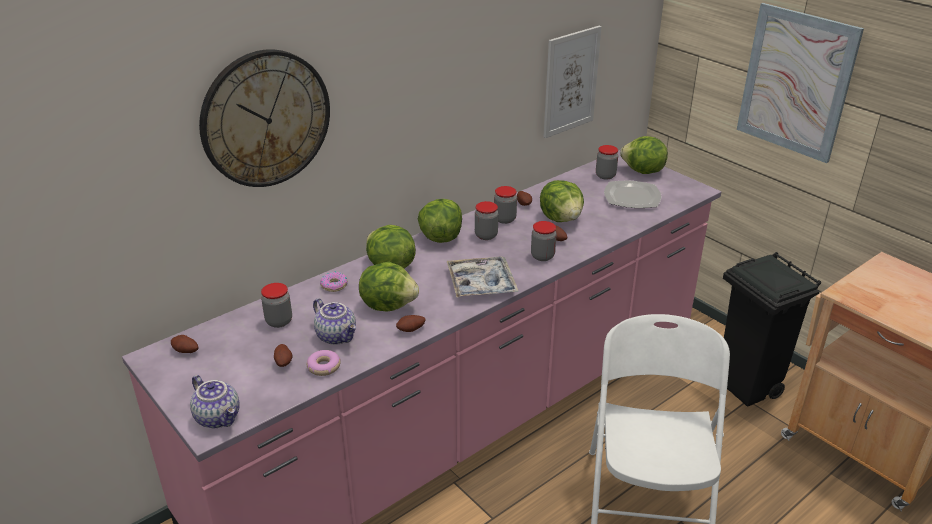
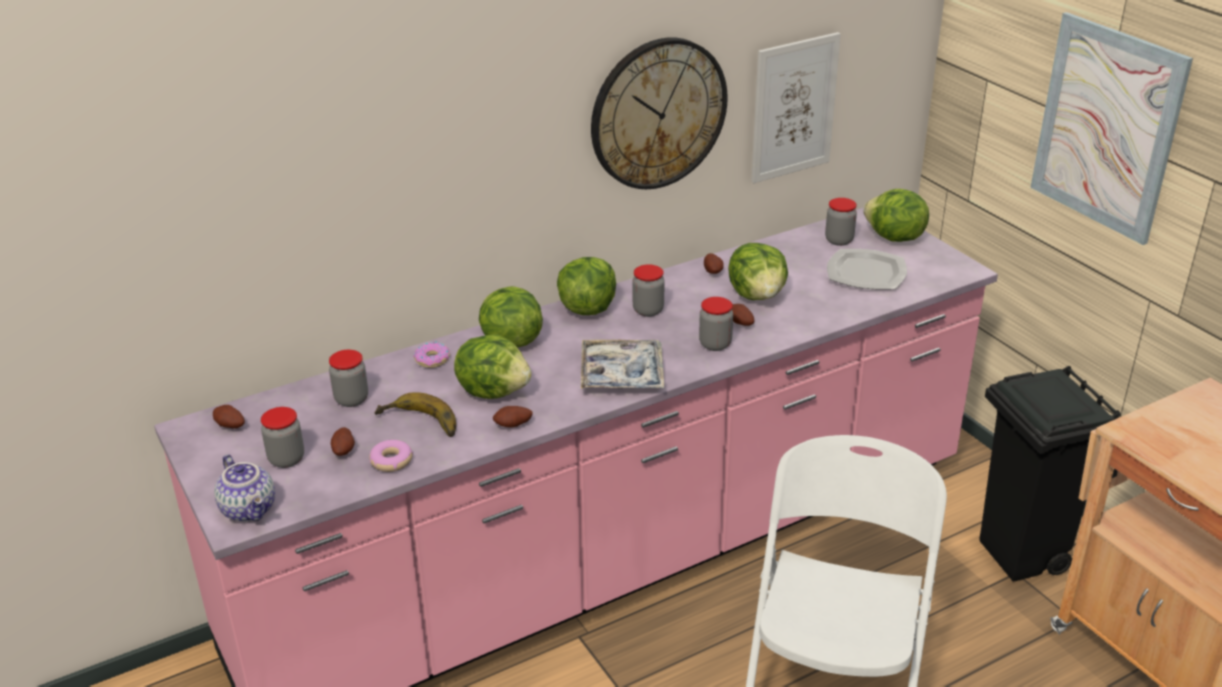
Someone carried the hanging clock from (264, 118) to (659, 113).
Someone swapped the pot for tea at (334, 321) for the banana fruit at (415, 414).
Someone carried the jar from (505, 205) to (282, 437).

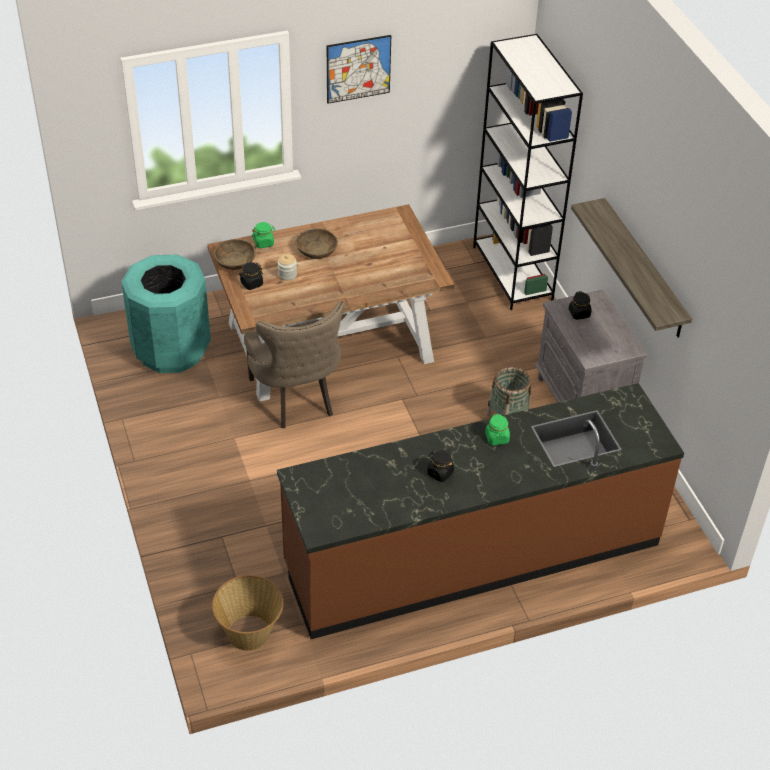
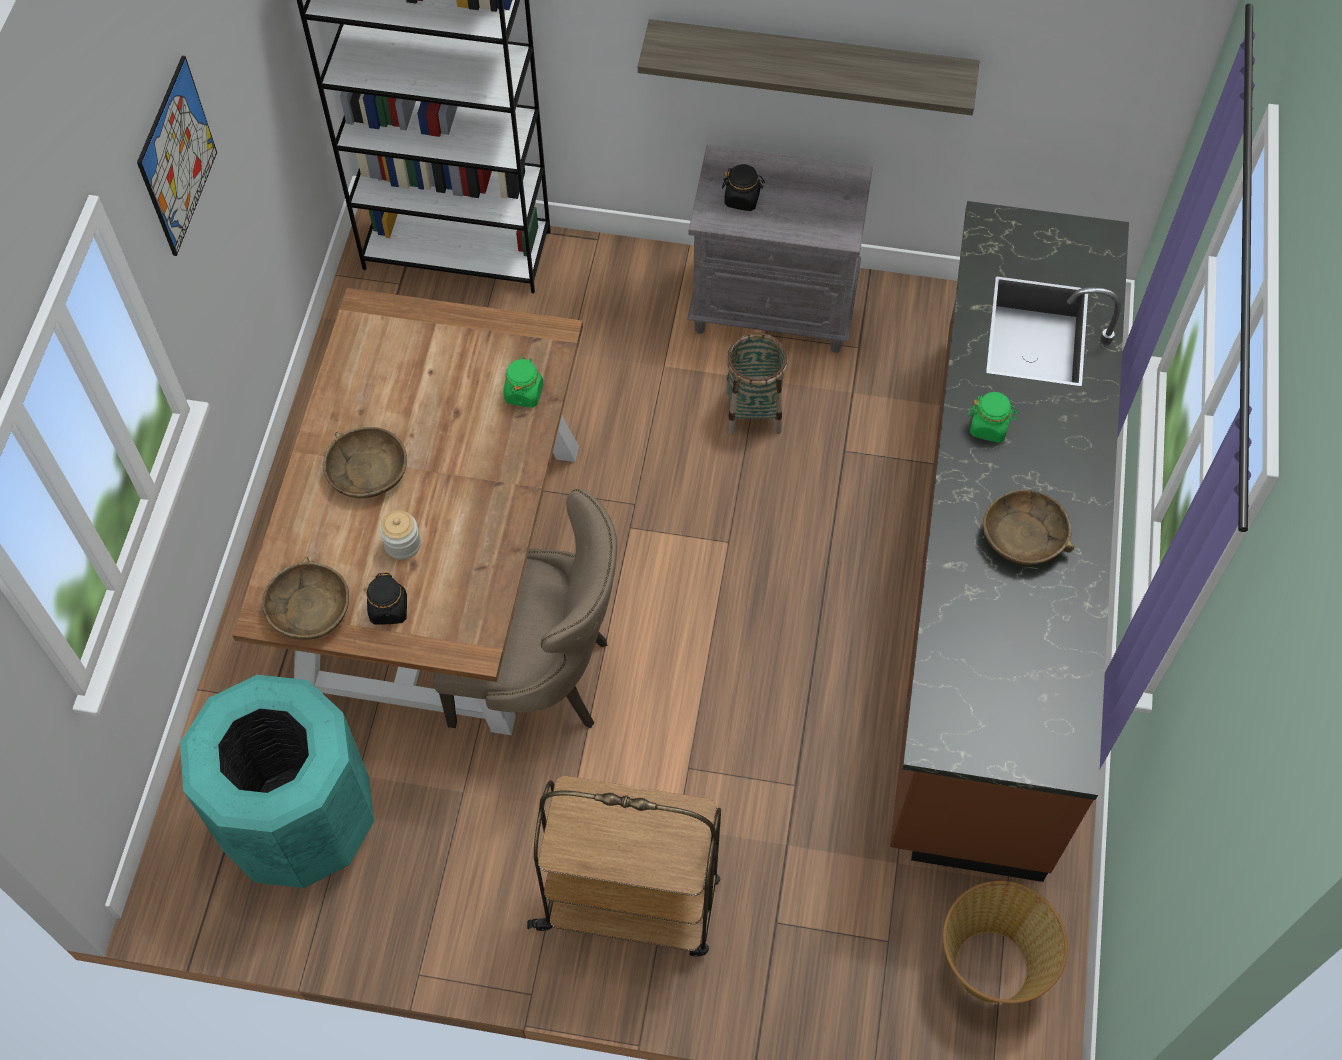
Someone carried the jar in green-coloured from (264, 235) to (523, 382).
Someone swapped the jar in black at (440, 466) for the serving bowl in brown-coloured at (1028, 527).
Someone put down the wheeled cart in brown-coloured at (624, 866).

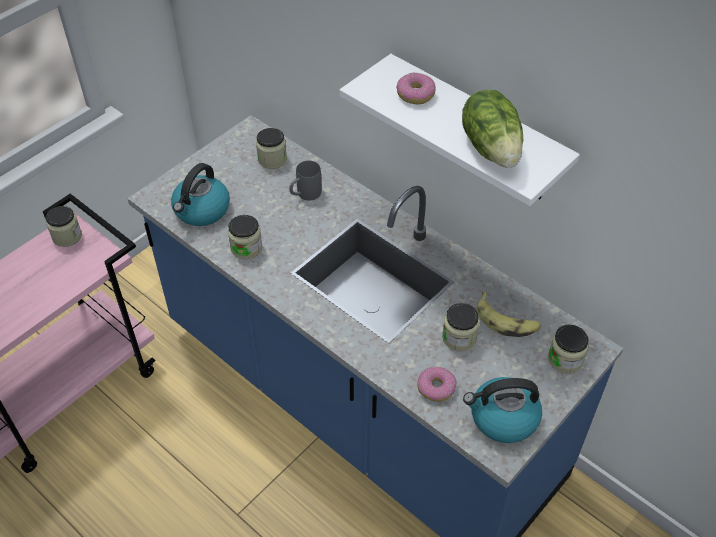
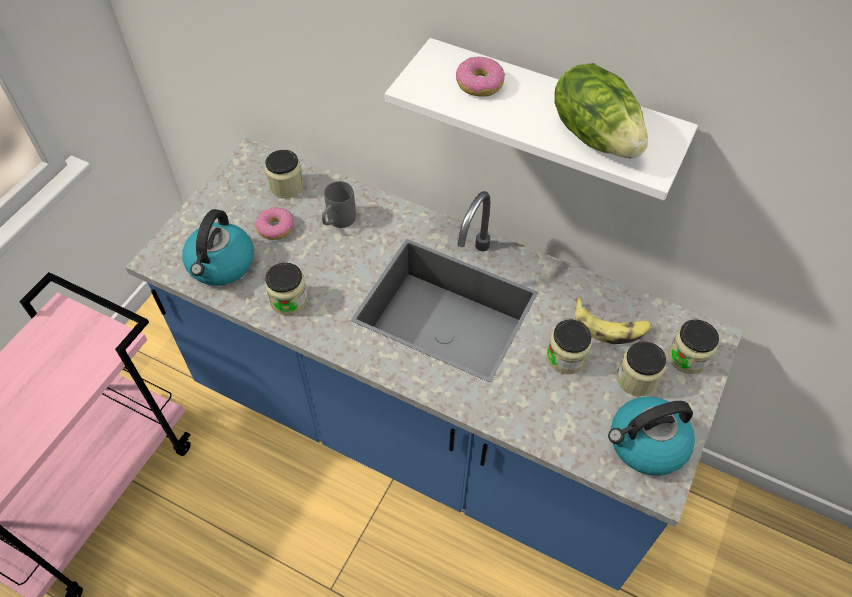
Someone carried the jar from (64, 226) to (641, 368).
Someone carried the donut from (437, 384) to (274, 223).

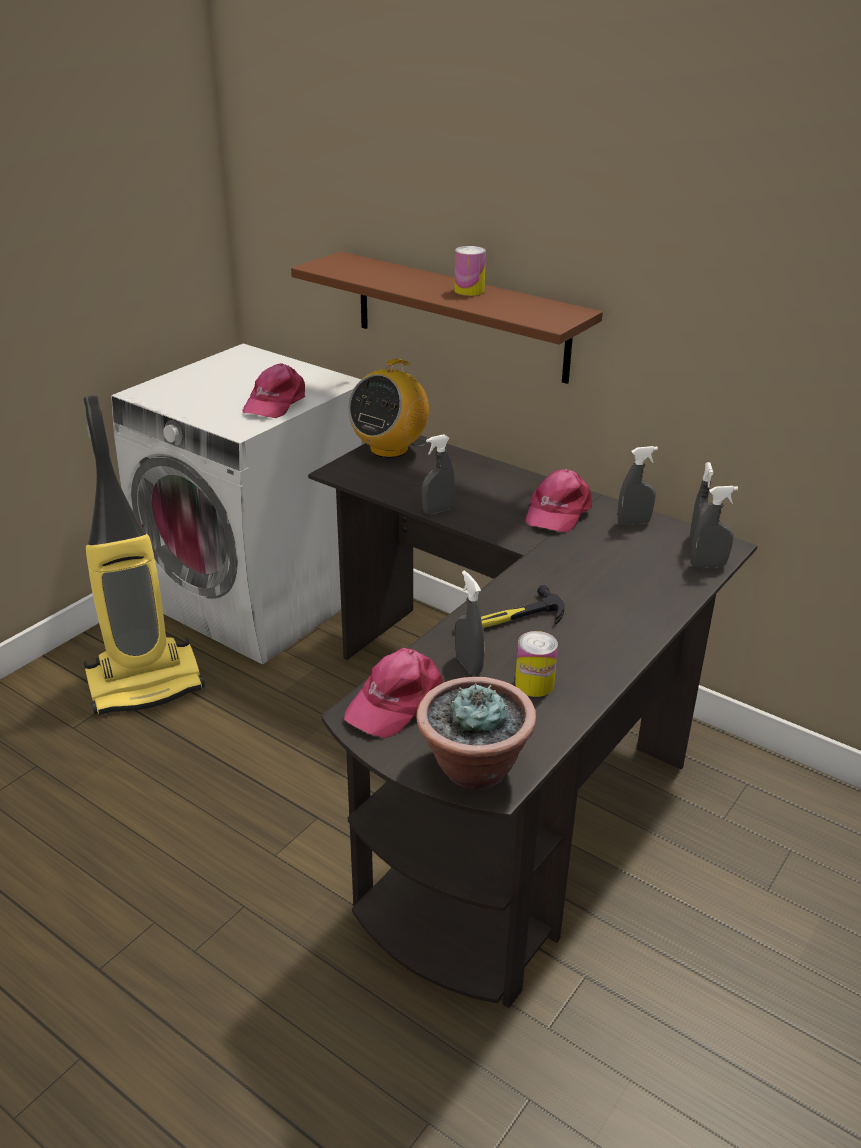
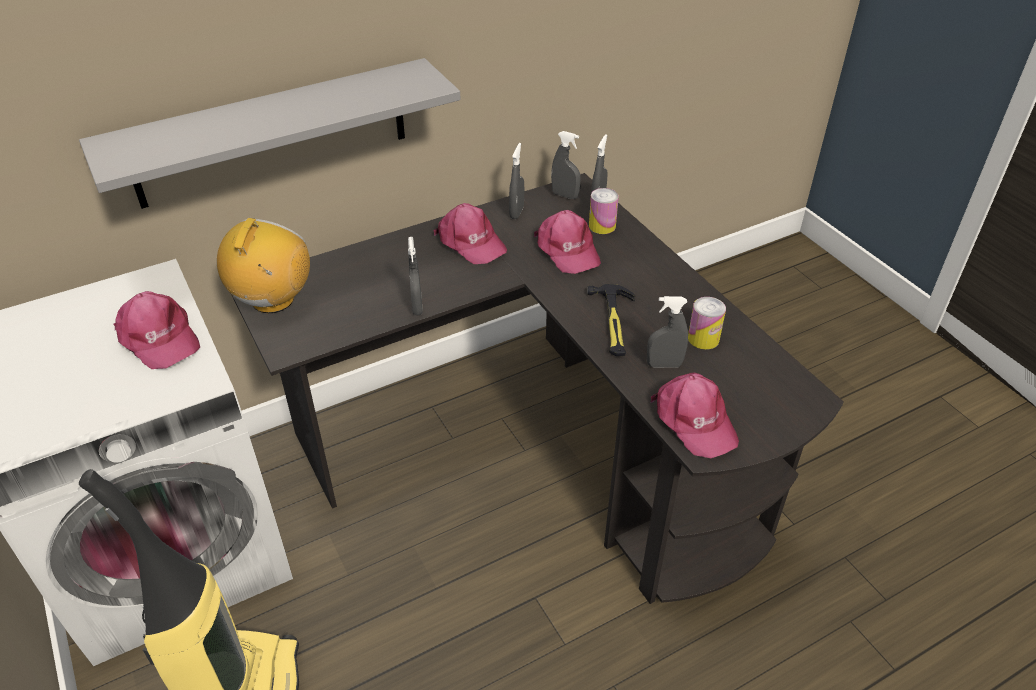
Someone repainted the wall shelf in brown-coloured at (447, 317), which became the wall shelf in gray at (270, 133).
Someone rotated the radio receiver at (388, 408) by 135 degrees counterclockwise.
Someone took away the potted plant at (476, 733).
Someone carried the metal can from (470, 271) to (604, 211).
Someone put down the cap in pink at (567, 242).

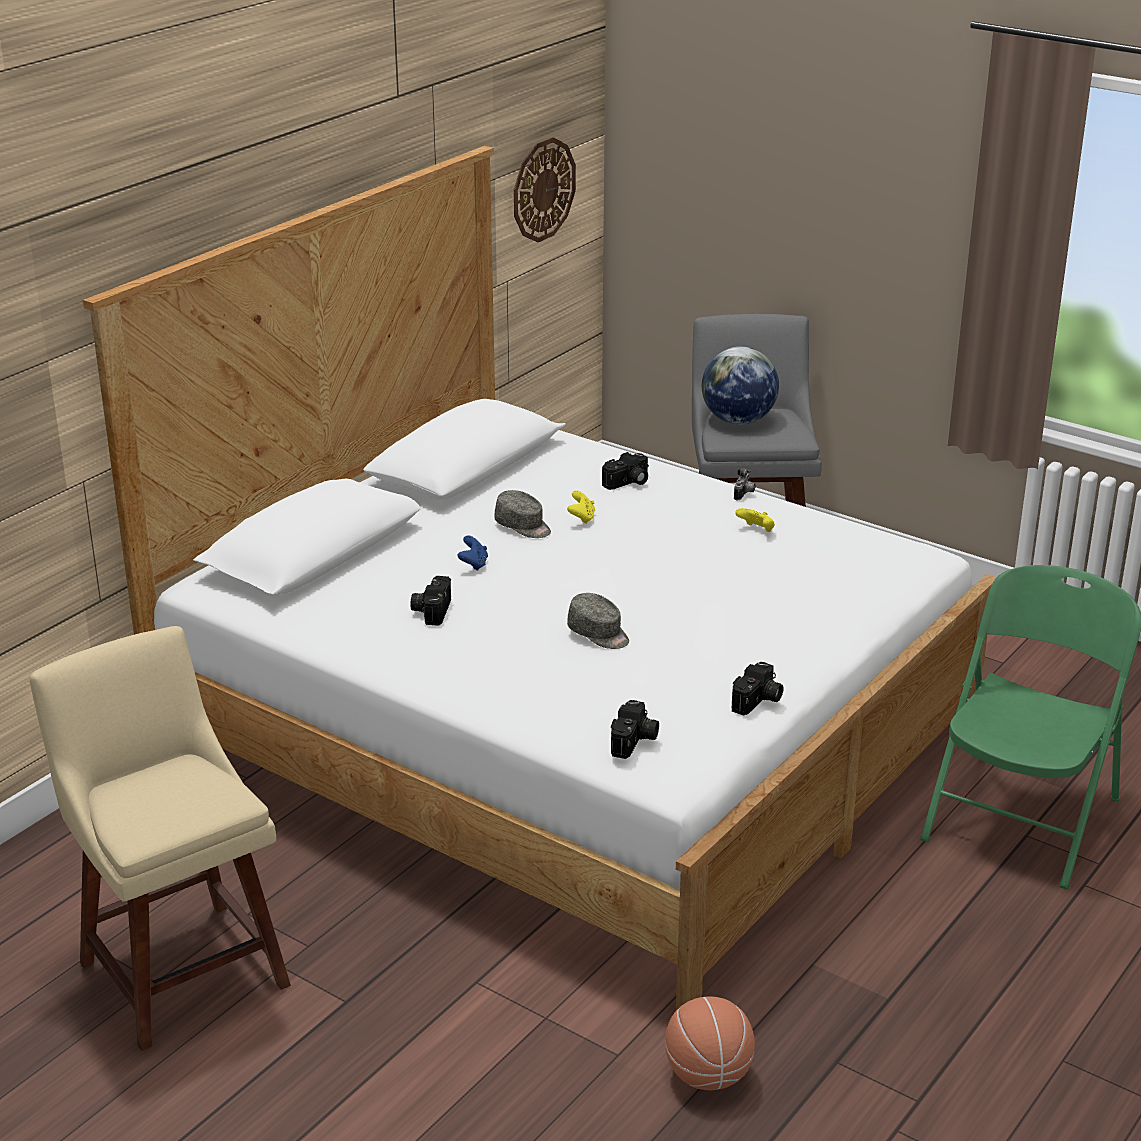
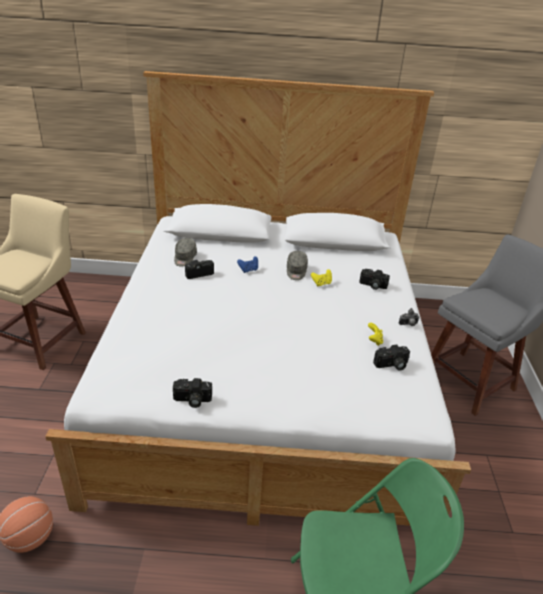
Someone took away the hanging clock at (545, 190).
Someone carried the cap in gray from (598, 621) to (185, 252).
Someone carried the still camera from (635, 729) to (391, 358).
Someone took away the desk globe at (740, 385).

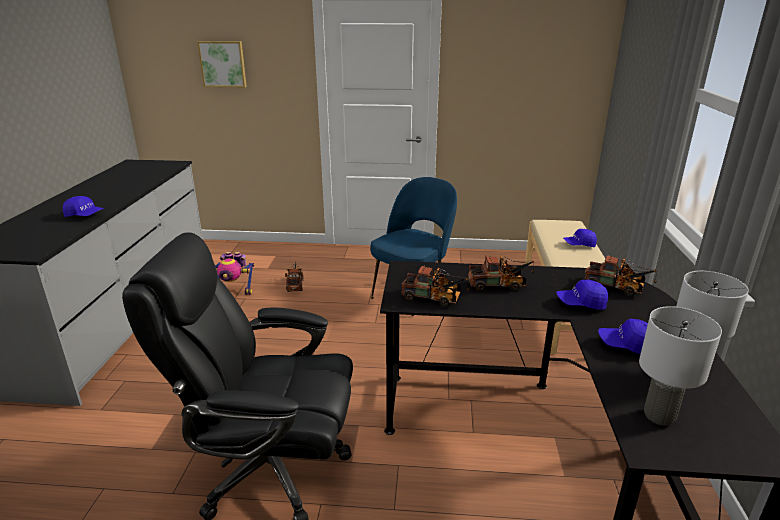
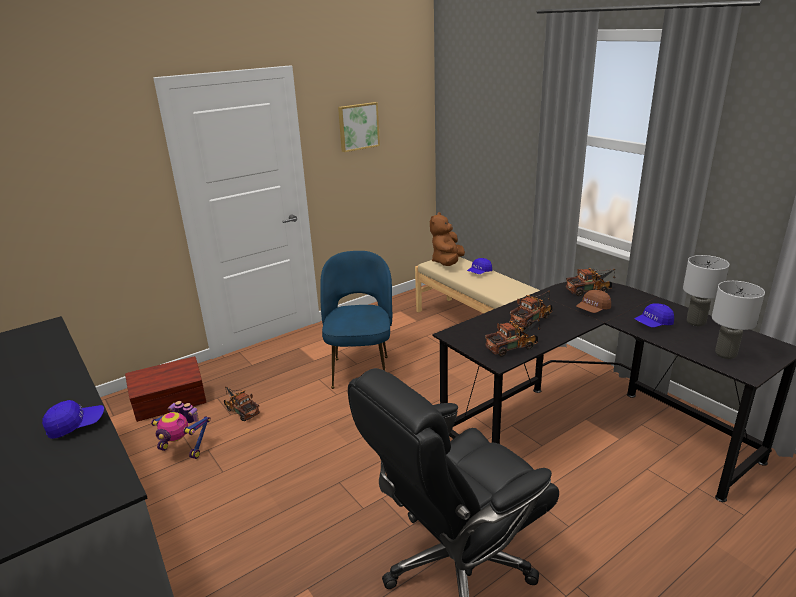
Someone carried the picture from (222, 64) to (359, 127).
Someone rotated the robot figure at (235, 273) by 60 degrees clockwise.
Someone repainted the cap in blue at (582, 295), which became the cap in brown-coloured at (593, 301).
Someone put down the storage box in brown-coloured at (165, 389).
Someone put down the cuddly toy in brown-coloured at (447, 239).

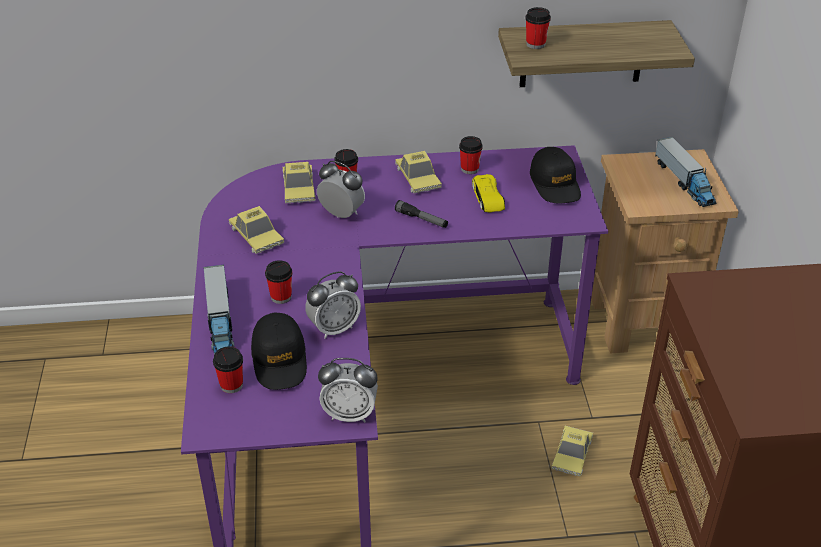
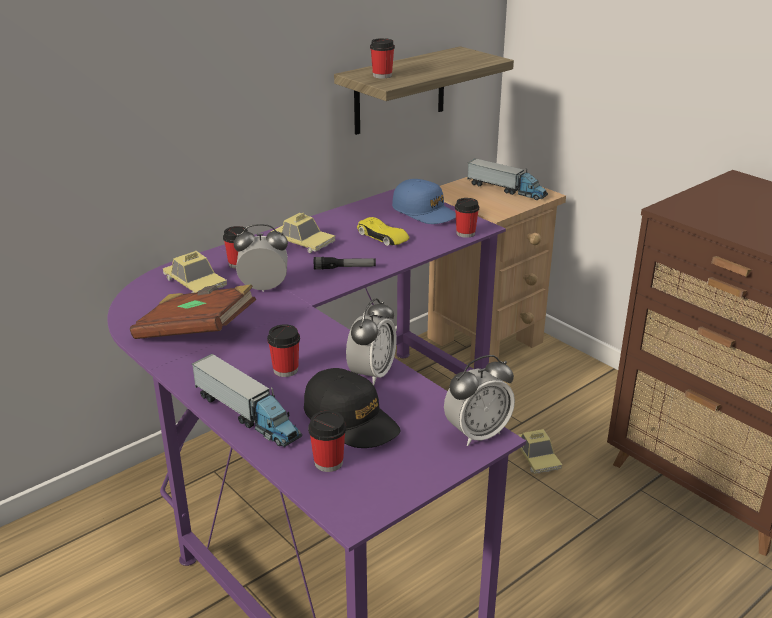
Someone swapped the miniature car at (256, 230) for the volume in brown-coloured at (193, 311).
Someone carried the drinking cup from (471, 155) to (467, 218).
Someone repainted the cap in black at (555, 175), which became the cap in blue at (424, 201).

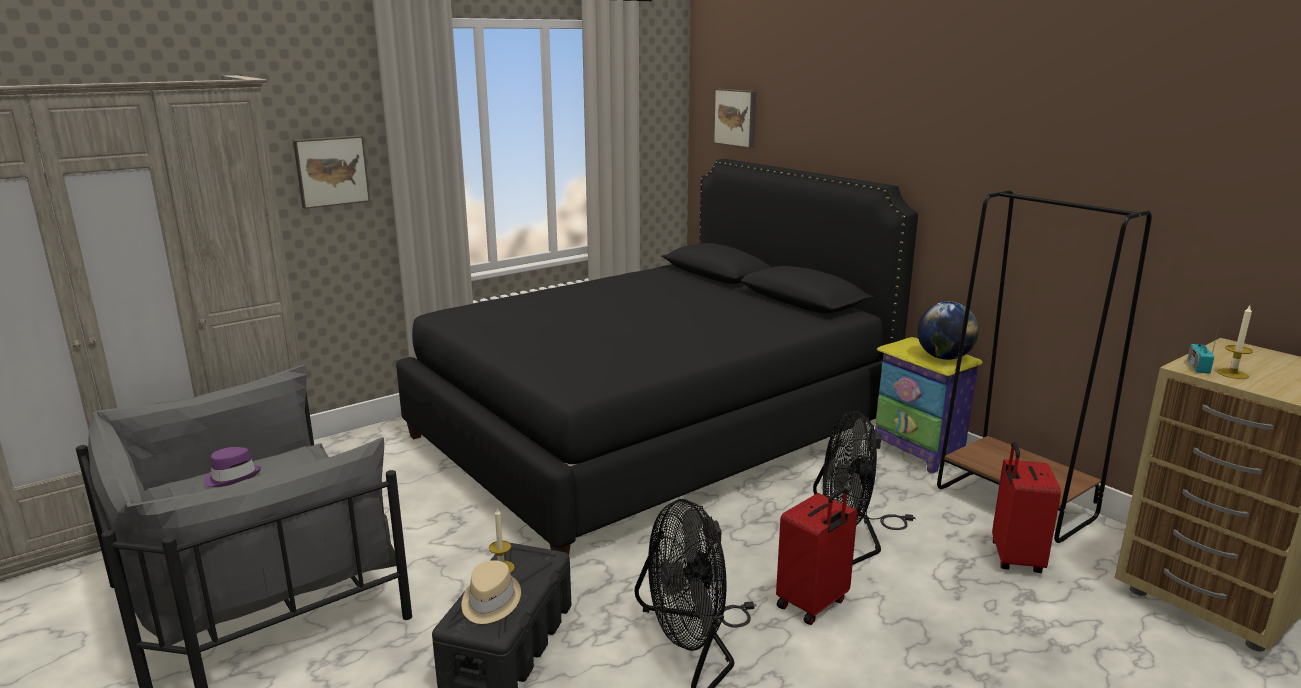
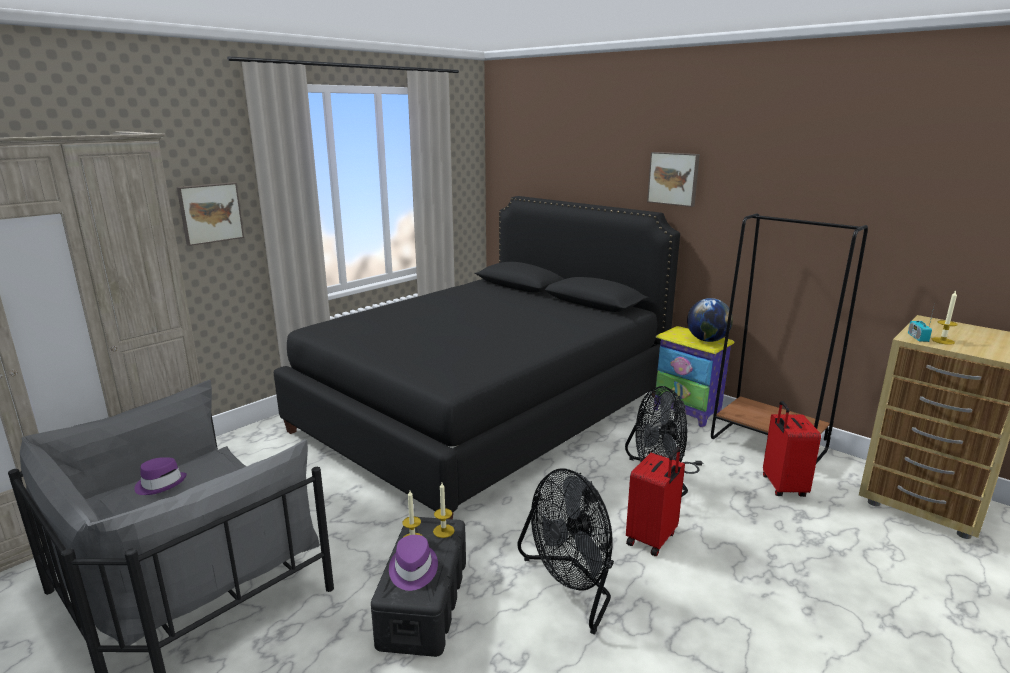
Someone repainted the hat in beige-coloured at (491, 592), which became the hat in purple-coloured at (413, 563).
Someone carried the picture from (735, 118) to (673, 179).
Someone put down the wax candle at (444, 510).

